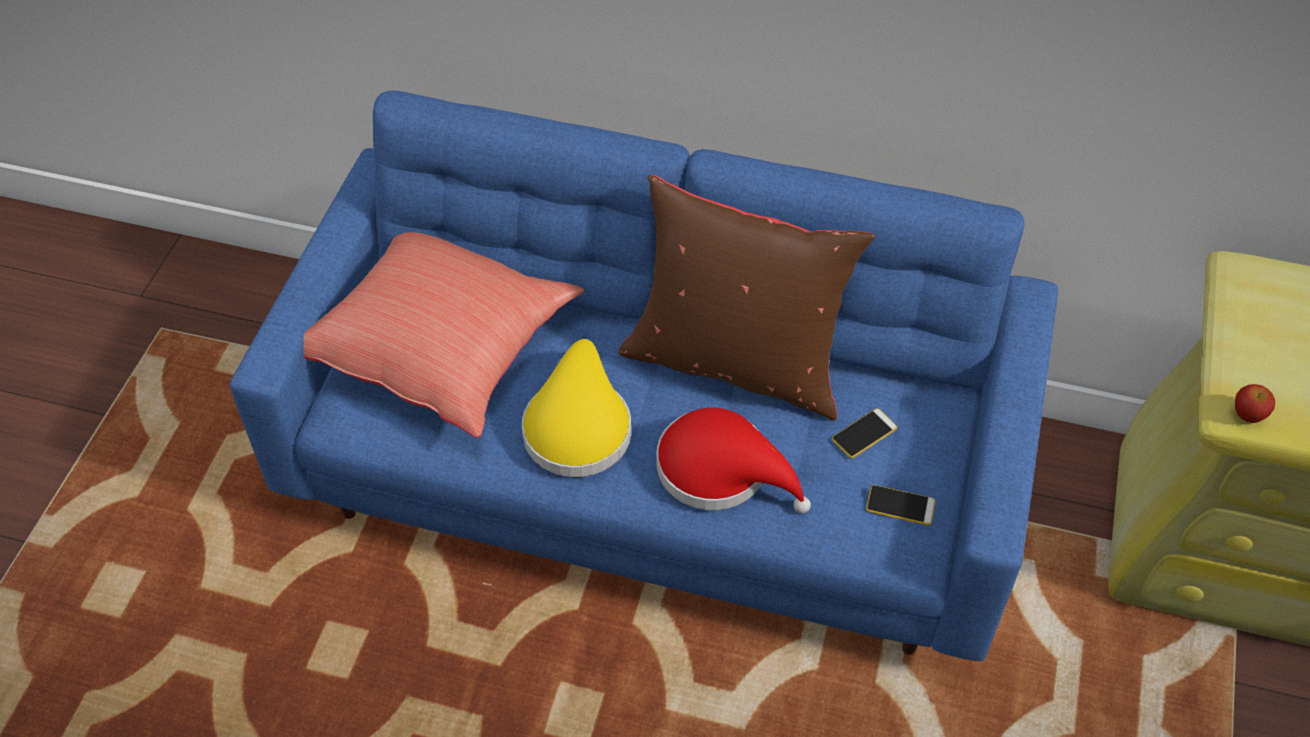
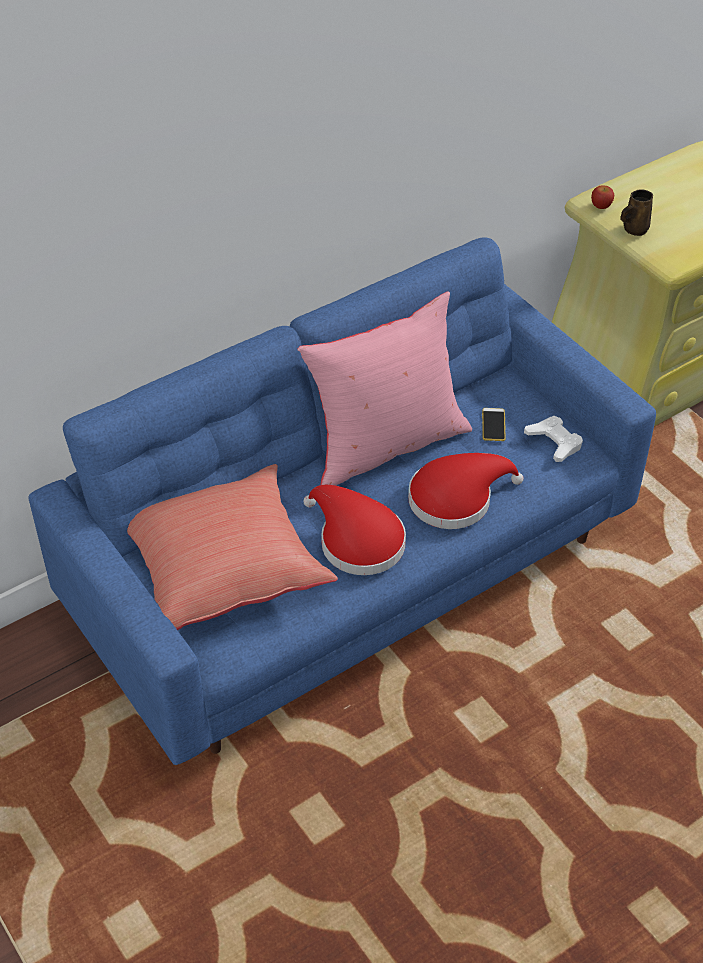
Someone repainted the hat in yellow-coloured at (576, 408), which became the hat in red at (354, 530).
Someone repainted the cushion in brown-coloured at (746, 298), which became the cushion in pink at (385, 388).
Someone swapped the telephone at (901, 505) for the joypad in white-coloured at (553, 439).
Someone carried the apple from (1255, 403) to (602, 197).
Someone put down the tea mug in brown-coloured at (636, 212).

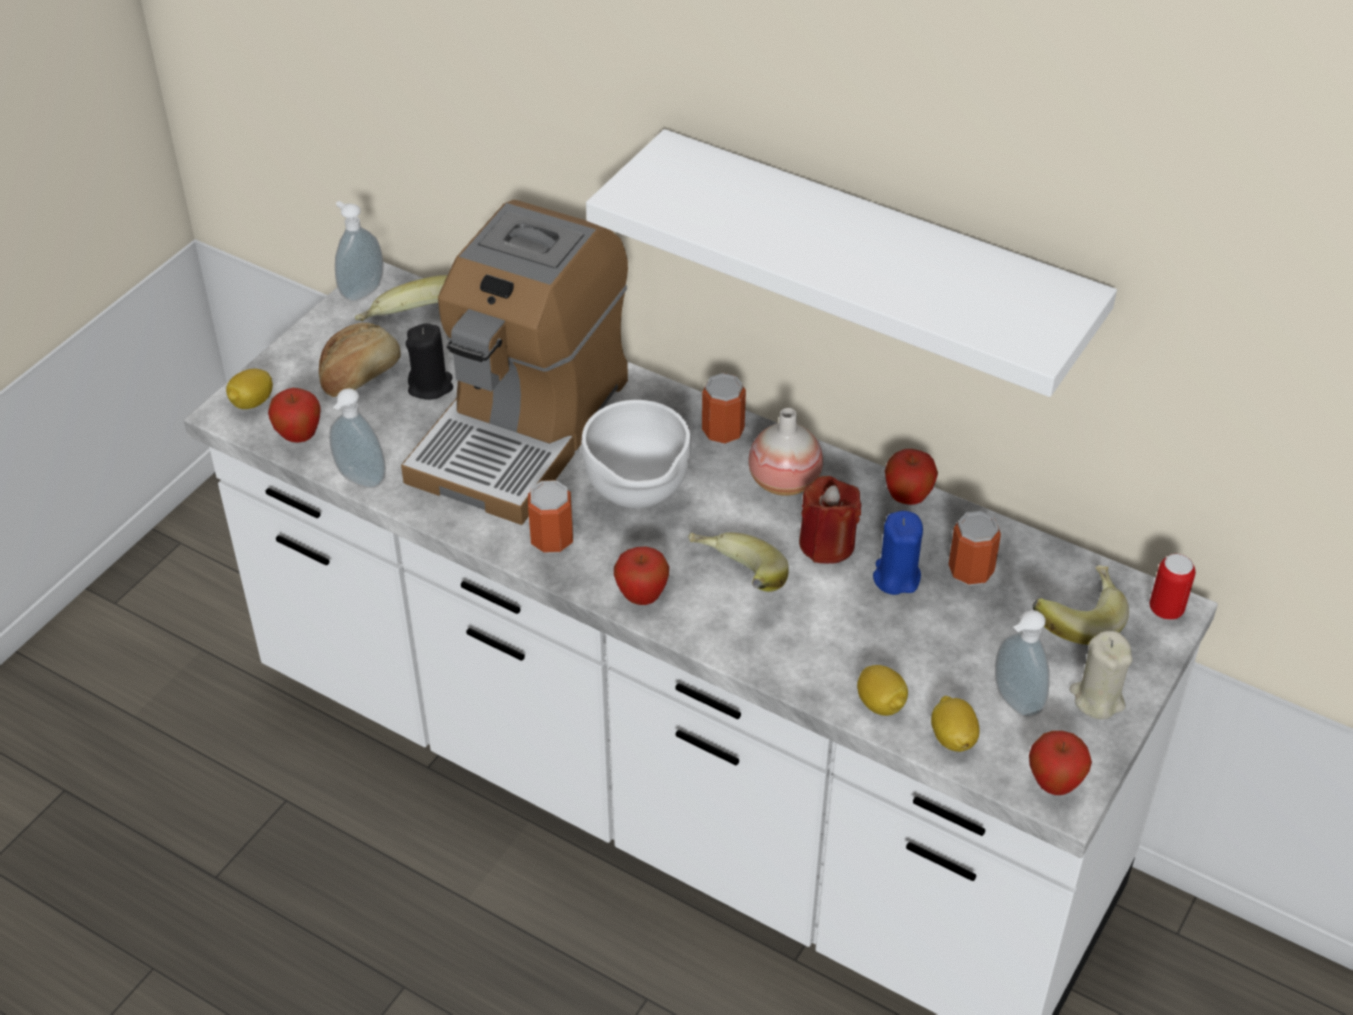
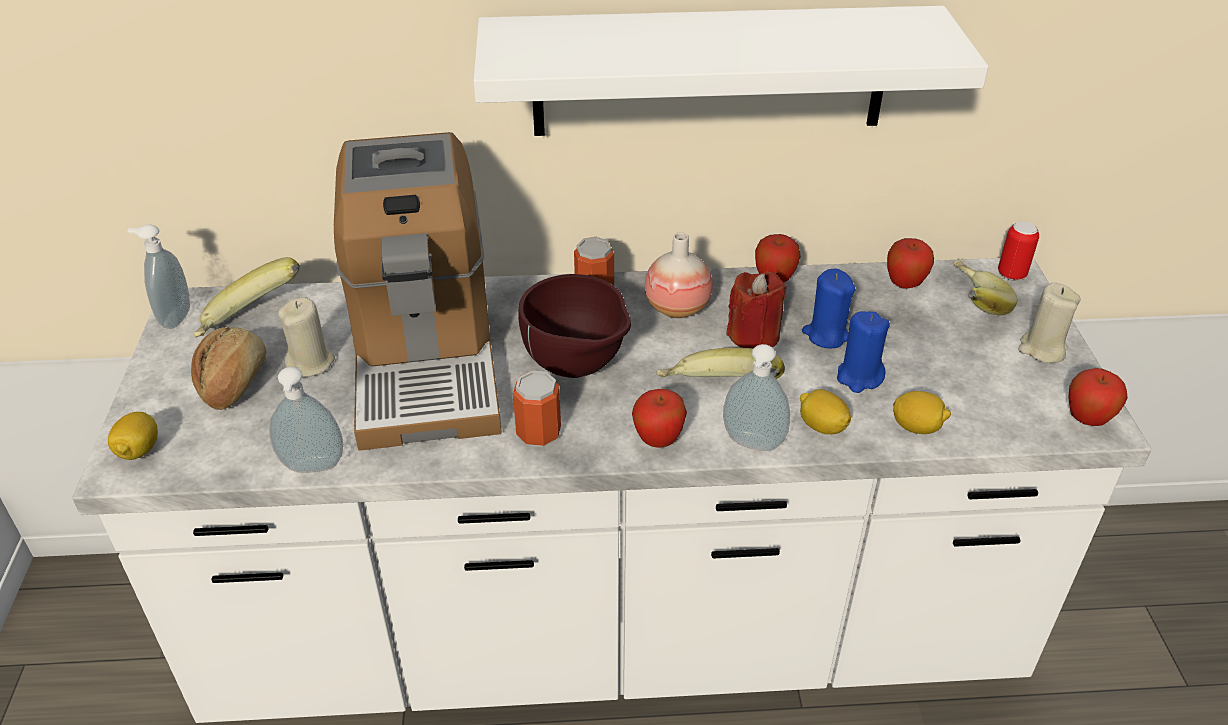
Someone carried the apple from (294, 415) to (910, 263).
Someone repainted the wax candle in black at (429, 361), which became the wax candle in beige-coloured at (306, 337).
Someone repainted the serving bowl in white-coloured at (636, 454), which became the serving bowl in brown-coloured at (574, 326).
Someone carried the citrus fruit from (955, 724) to (825, 411).
Someone took away the metal can at (975, 548).
Someone carried the liquid soap bottle from (1022, 664) to (756, 397).
Someone put down the wax candle in blue at (863, 352).

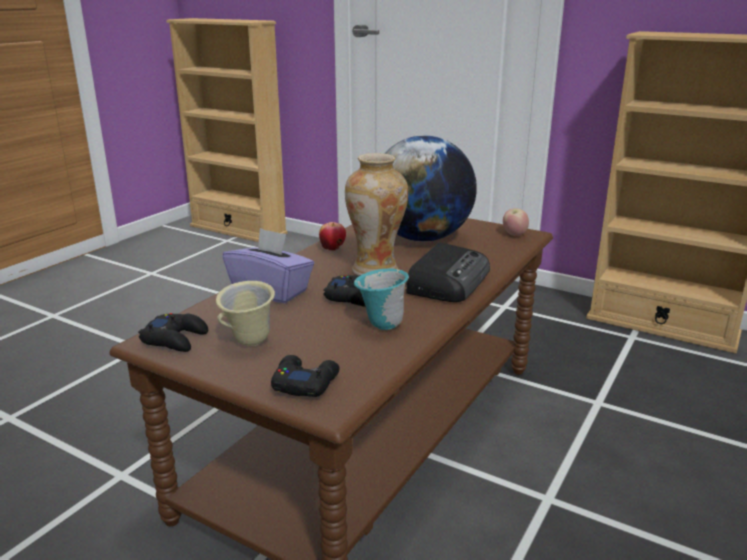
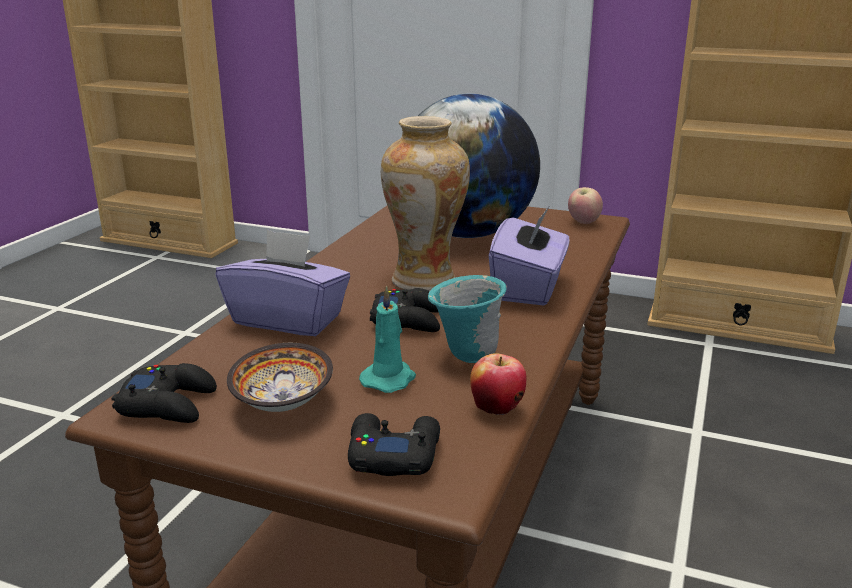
Someone swapped the tea mug in beige-coloured at (245, 313) for the serving bowl at (280, 377).
Someone carried the apple from (332, 236) to (498, 384).
Someone swapped the radio receiver at (448, 272) for the box of tissues in purple-coloured at (529, 256).
Someone put down the wax candle in turquoise-coloured at (387, 339).

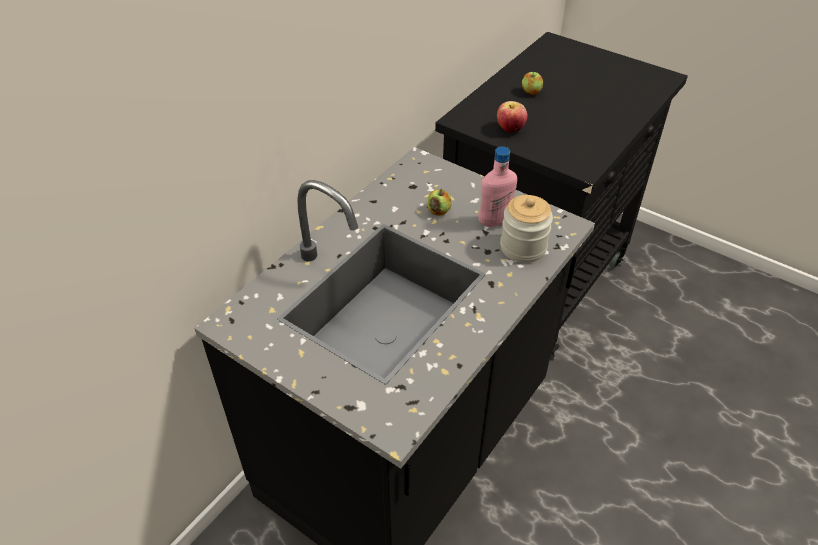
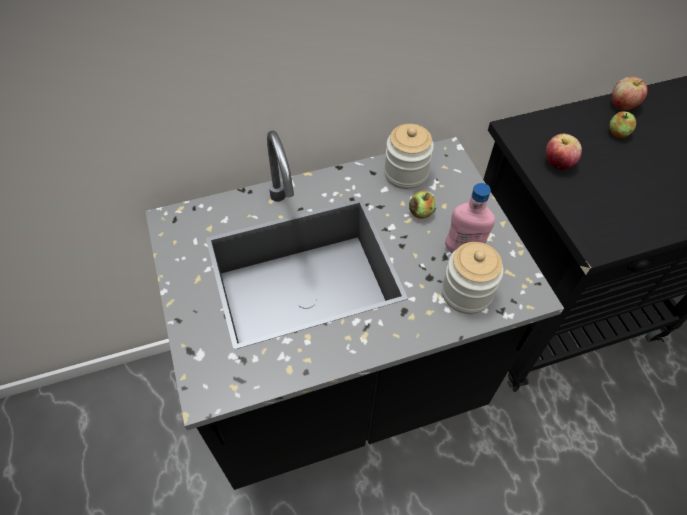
Someone put down the jar at (409, 156).
Someone put down the apple at (630, 93).

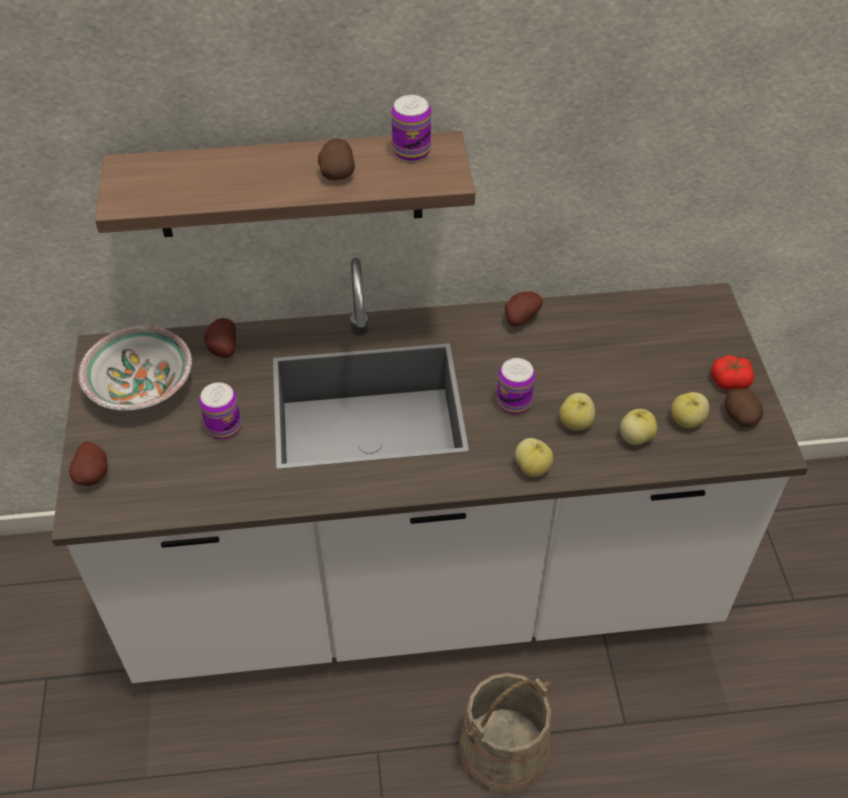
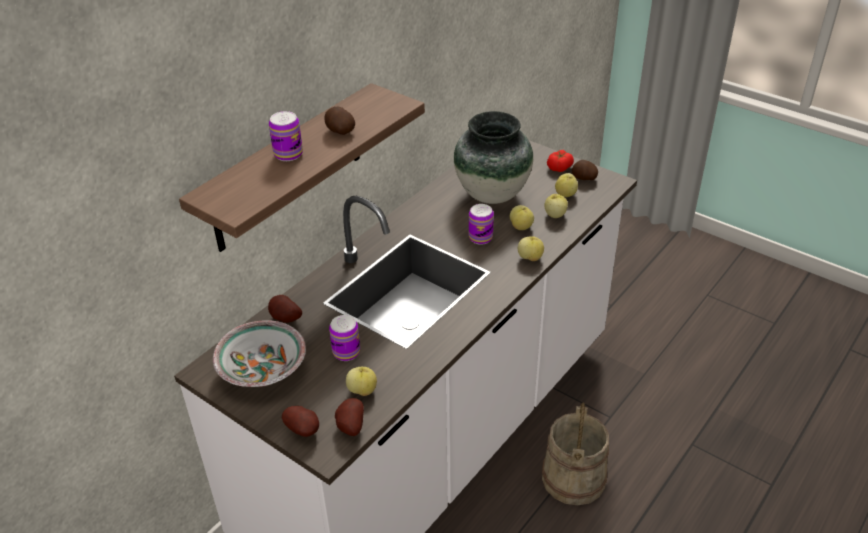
Someone carried the metal can from (411, 128) to (286, 136).
Someone carried the spud from (524, 309) to (349, 417).
Someone put down the apple at (361, 381).
Someone put down the flower vase at (493, 157).

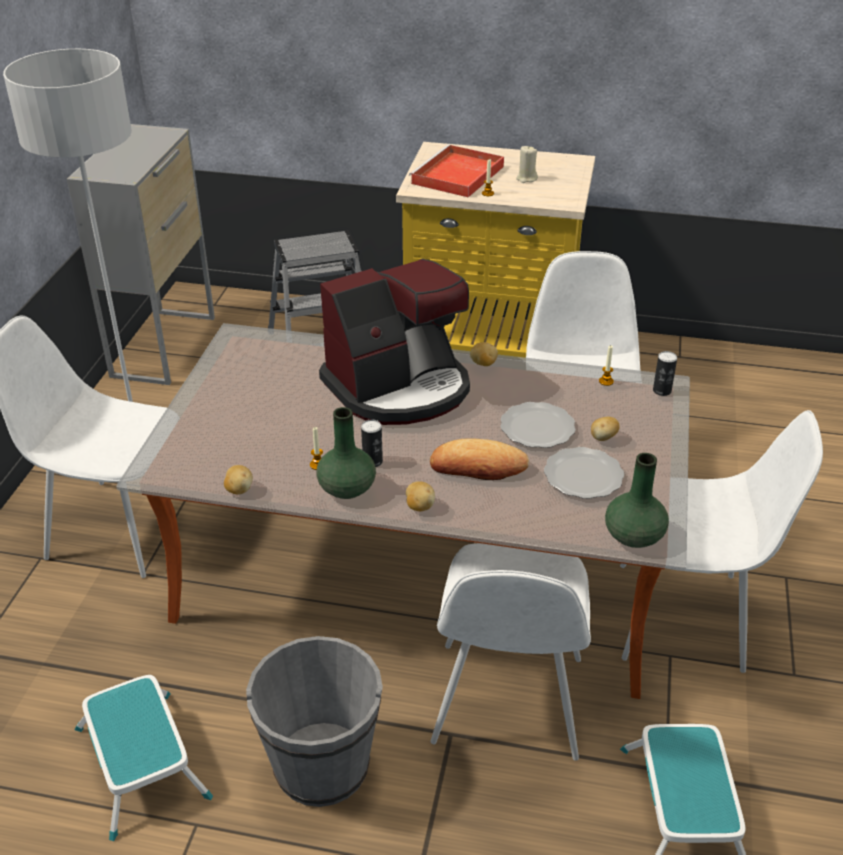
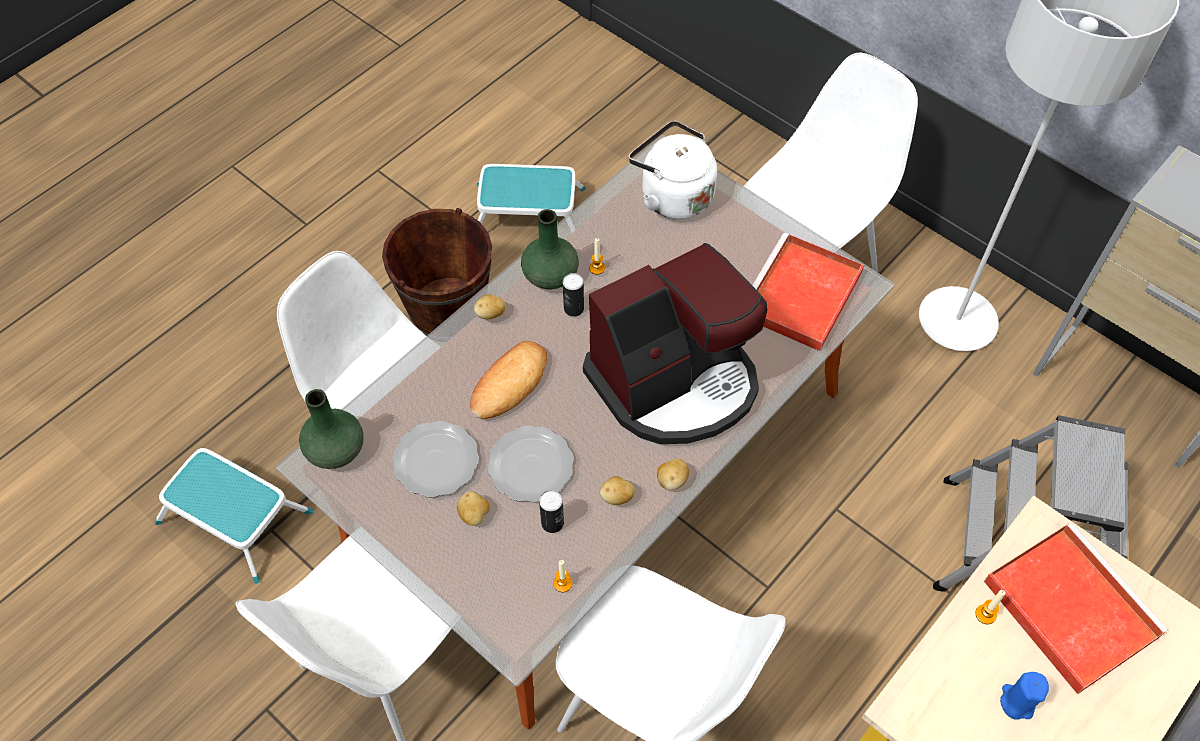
Someone carried the spud from (238, 479) to (617, 490).
Someone repainted the bucket in gray at (314, 721), which became the bucket in brown-coloured at (437, 272).
Someone rotated the coffee maker at (394, 342) by 120 degrees counterclockwise.
Someone repainted the wax candle in beige-coloured at (527, 164), which became the wax candle in blue at (1024, 696).
Someone carried the metal can from (665, 373) to (551, 511).
Someone put down the tea kettle in white-coloured at (673, 170).
Someone put down the carrying tray in red at (808, 292).

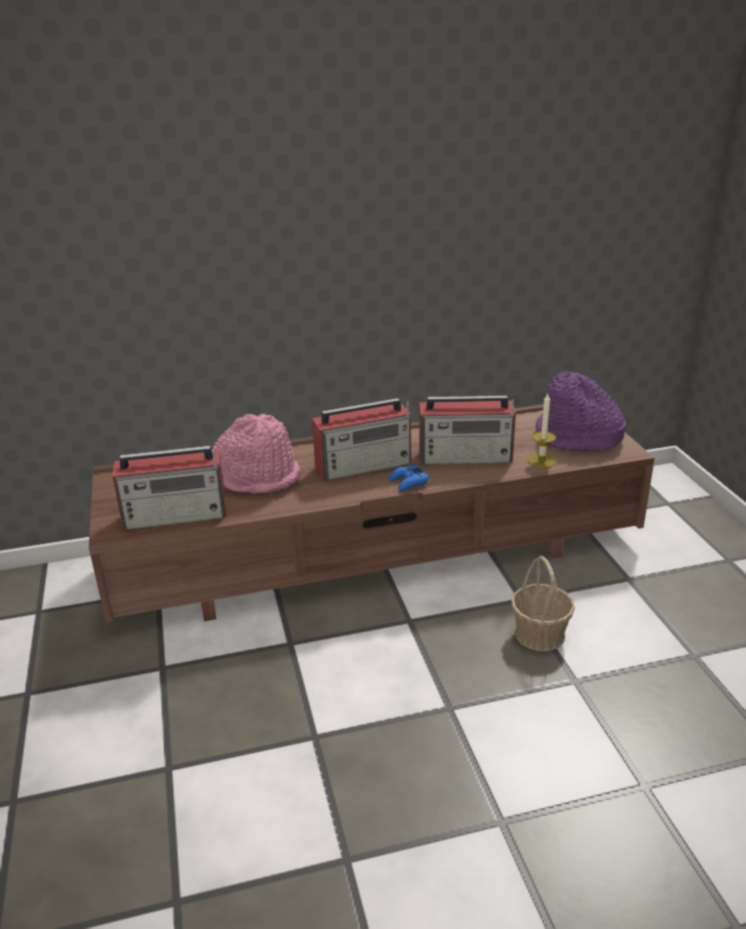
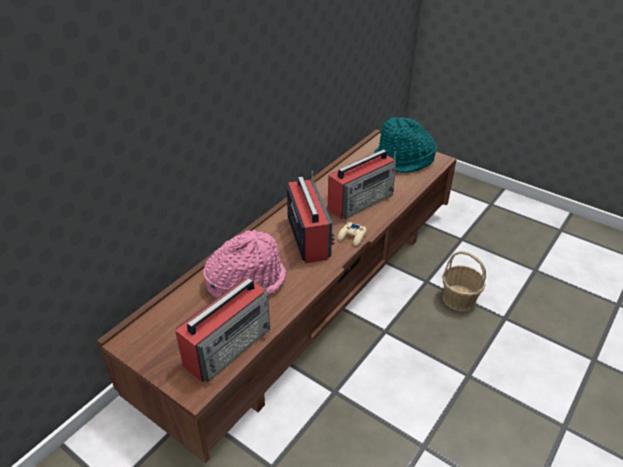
Someone rotated the radio receiver at (361, 439) by 45 degrees counterclockwise.
Someone repainted the joypad in blue at (409, 477), which became the joypad in beige-coloured at (352, 234).
Someone took away the wax candle at (542, 430).
Someone repainted the hat in purple-coloured at (580, 411), which became the hat in turquoise-coloured at (405, 145).

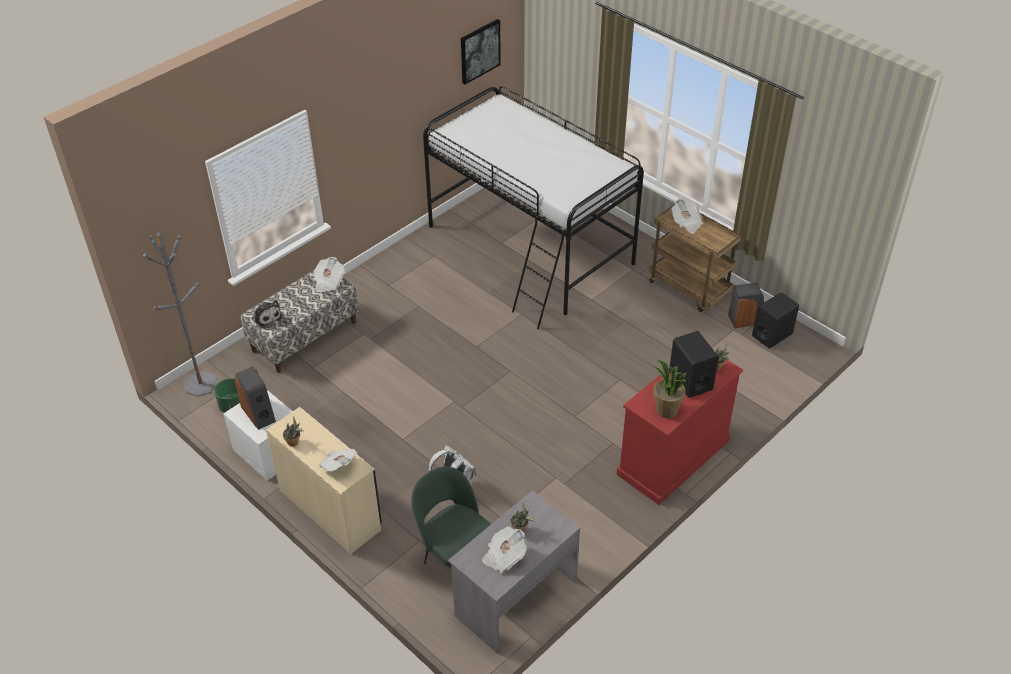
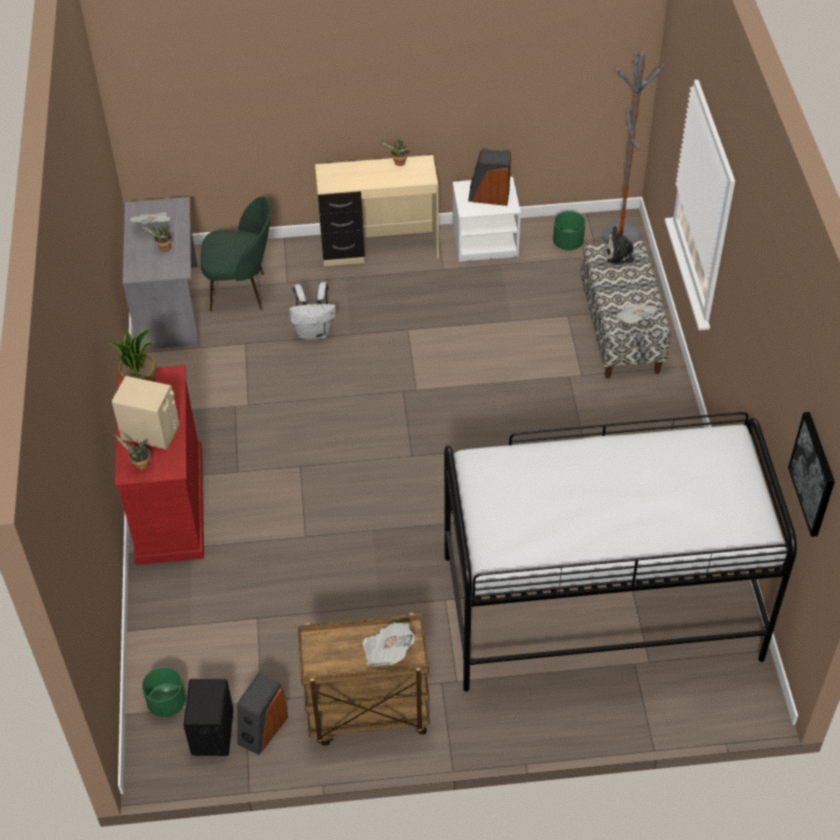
Someone took away the daily paper at (337, 460).
Someone repainted the audio speaker in black at (694, 364), which became the audio speaker in beige-coloured at (145, 412).
Someone put down the planter in green-coloured at (164, 692).

